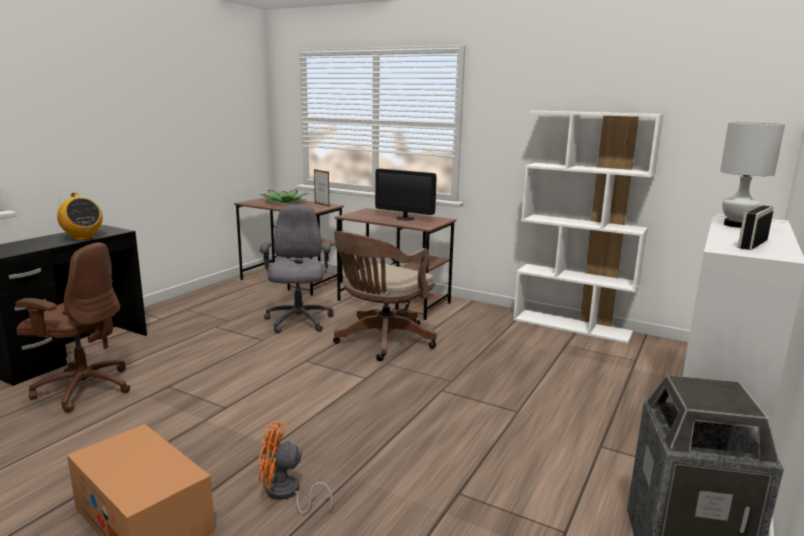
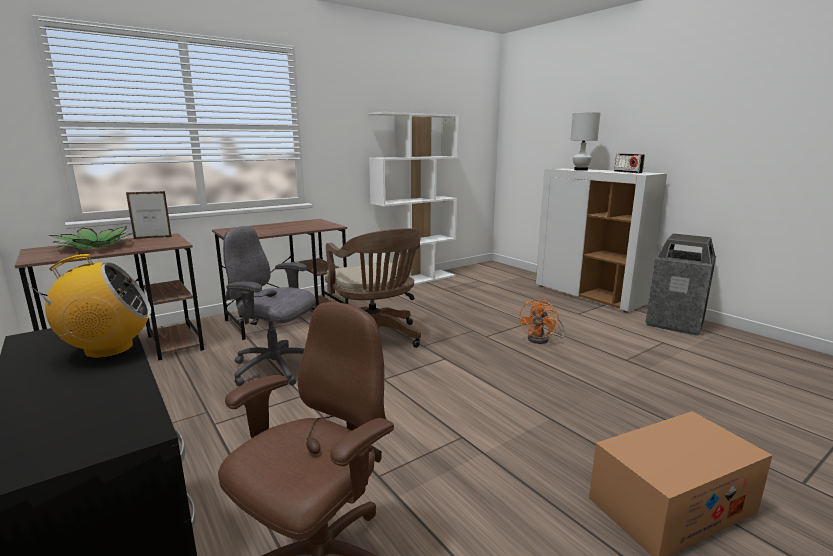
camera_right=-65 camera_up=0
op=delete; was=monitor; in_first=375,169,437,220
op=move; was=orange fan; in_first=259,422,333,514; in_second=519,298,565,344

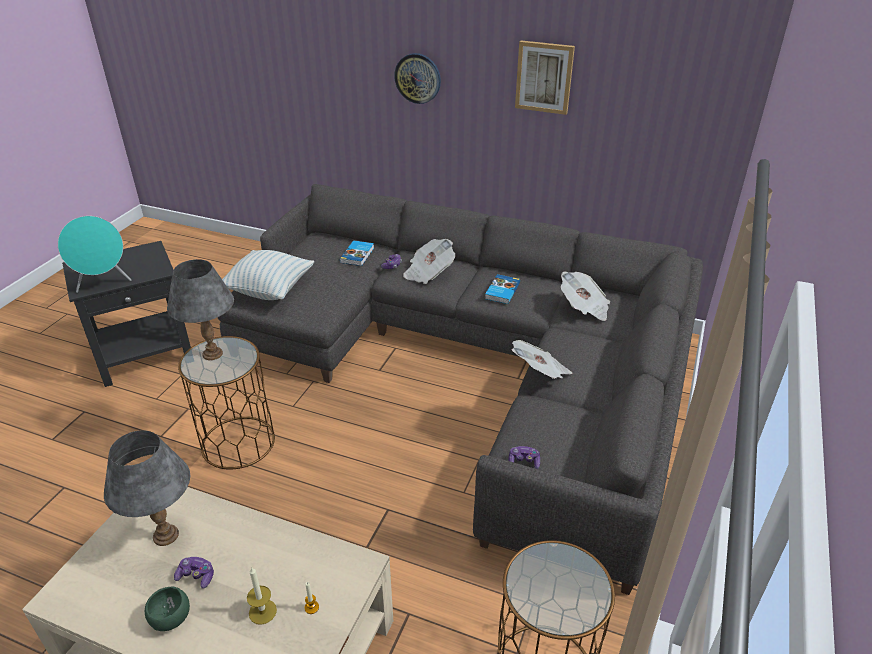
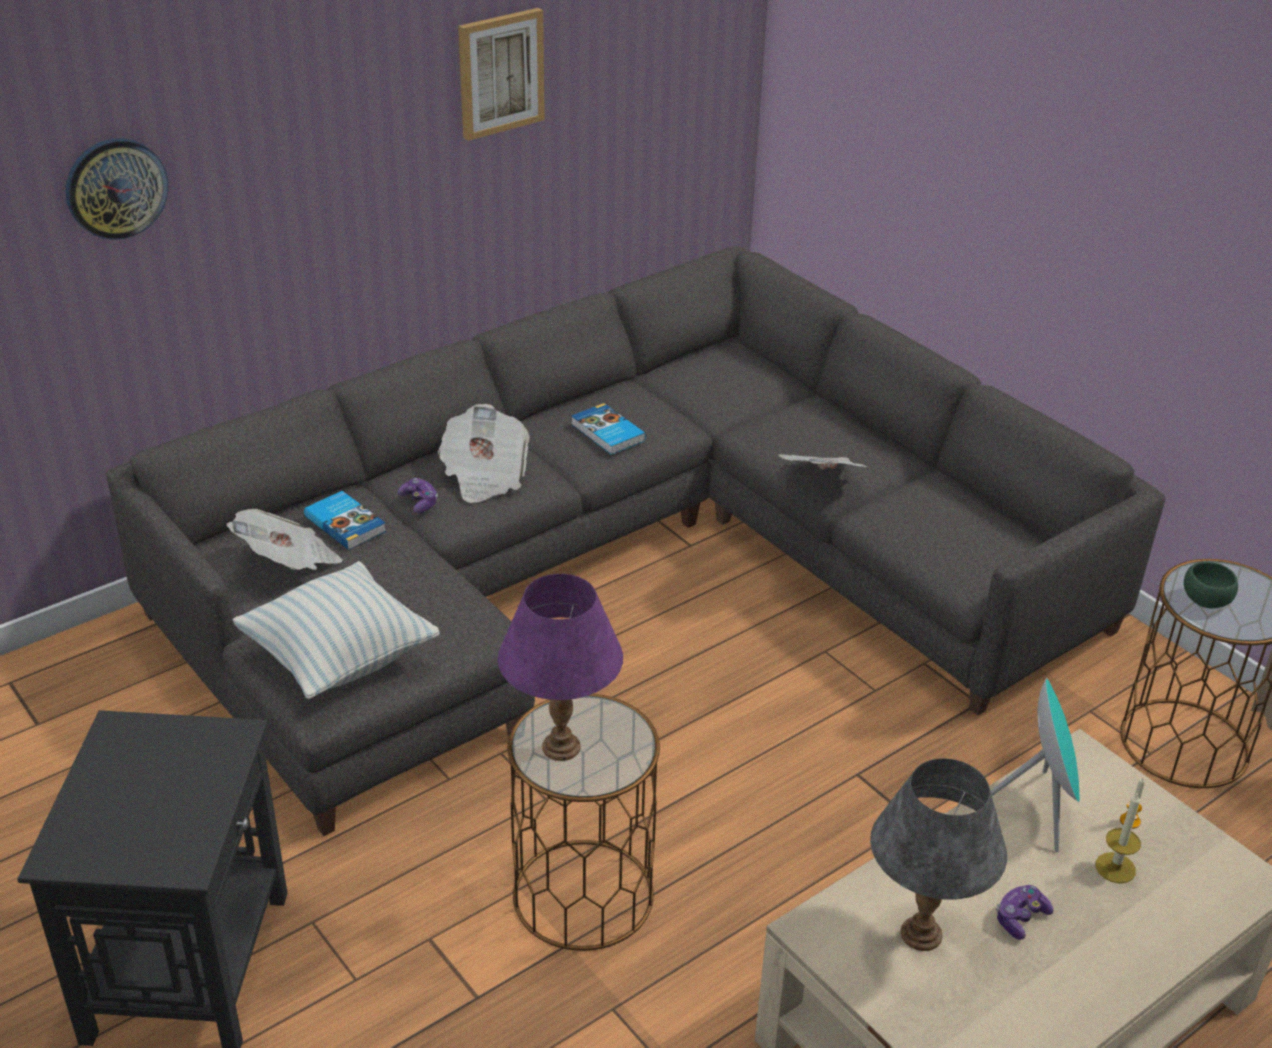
camera_right=-60 camera_up=0
op=delete; was=game controller; in_first=508,446,540,469
op=move; was=turquoise speaker; in_first=58,216,132,293; in_second=991,678,1080,852
op=move; was=green bowl; in_first=145,587,190,631; in_second=1184,562,1238,608
op=move; was=wall clock; in_first=394,53,441,104; in_second=65,138,169,240
op=move; was=newspaper; in_first=561,271,610,321; in_second=227,509,343,570
op=recolor; was=grey table lamp; now=purple table lamp; in_first=167,259,234,360; in_second=498,574,623,761

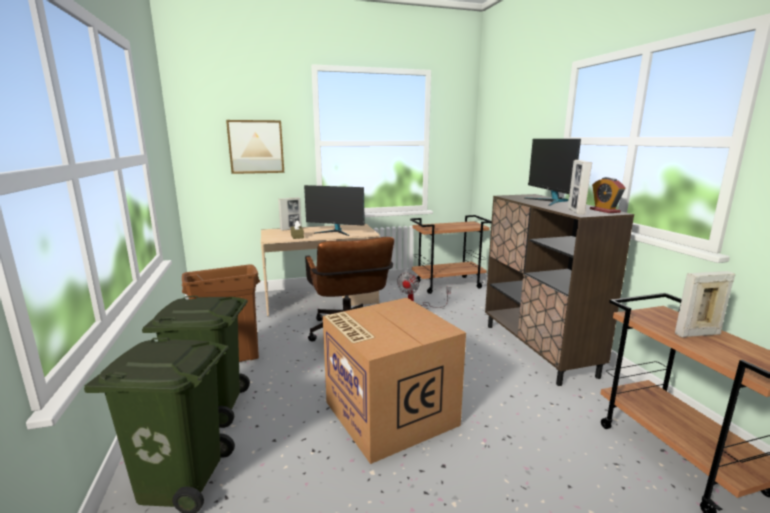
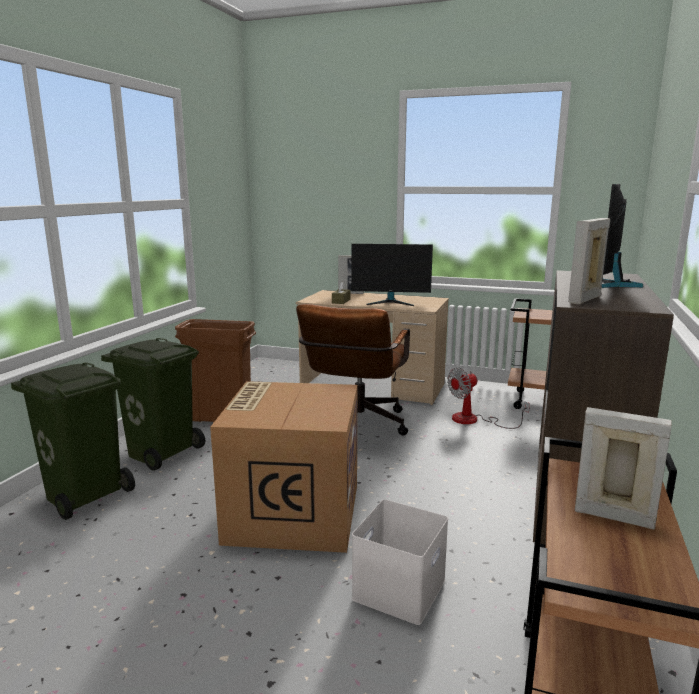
camera_right=35 camera_up=0
op=delete; was=picture; in_first=226,120,284,174
op=delete; was=alarm clock; in_first=590,177,625,213
op=insert; now=white storage box; in_second=352,499,448,625
op=rotate; was=monitor; in_first=304,185,365,236; in_second=351,244,433,306; clockwise=-45

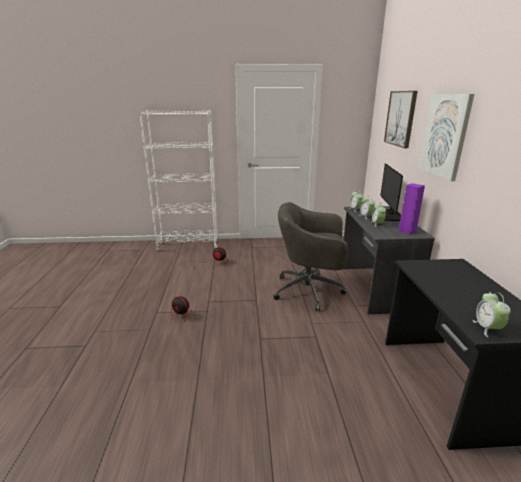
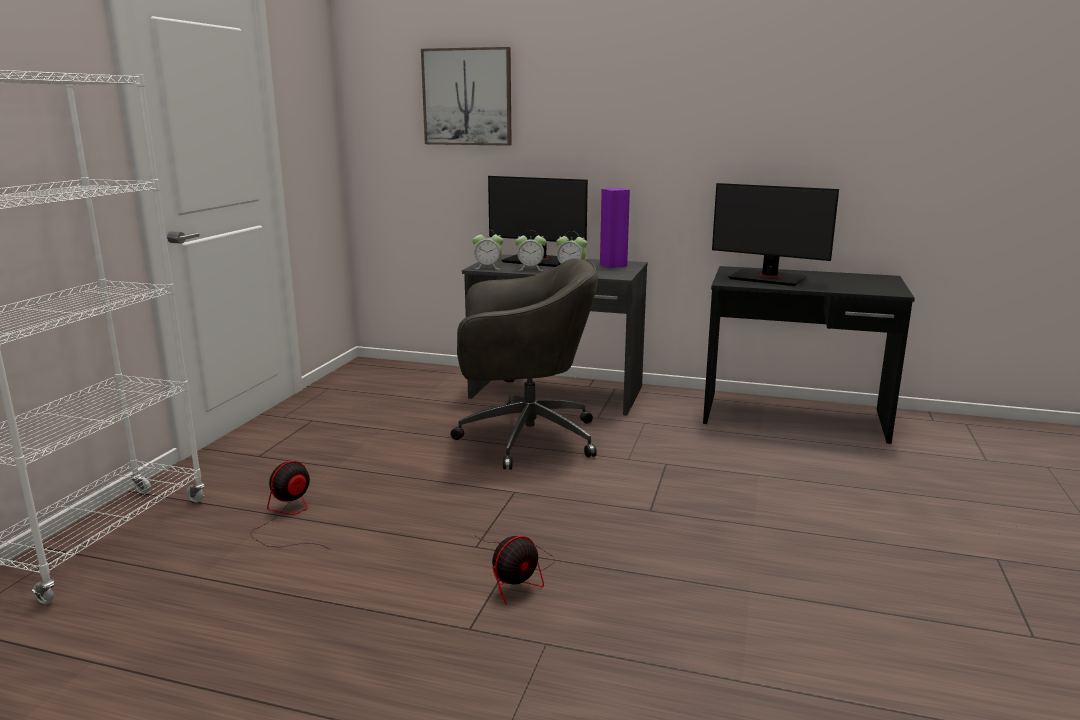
camera_right=-70 camera_up=-5
op=delete; was=picture; in_first=419,94,474,181
op=delete; was=alarm clock; in_first=472,292,511,337
op=insert; now=monitor; in_second=712,183,839,286
op=rotate; was=grey office chair; in_first=273,202,348,312; in_second=451,258,598,470; clockwise=-120

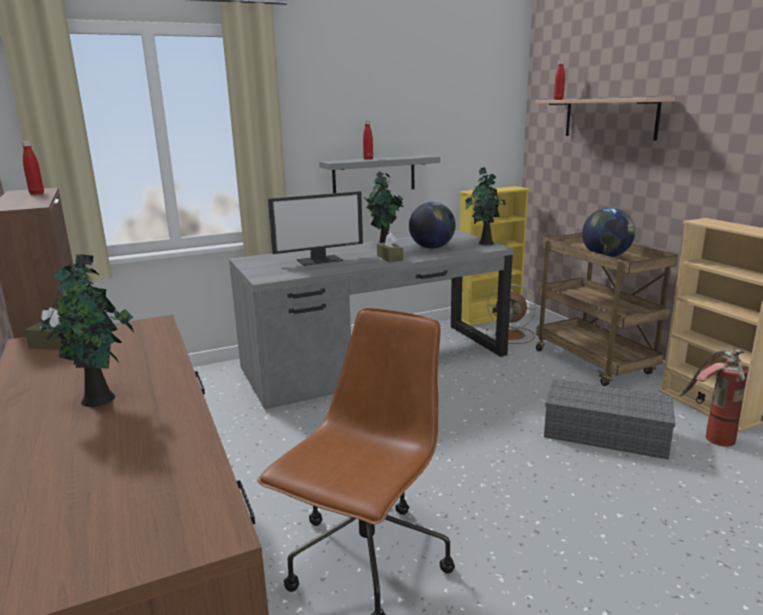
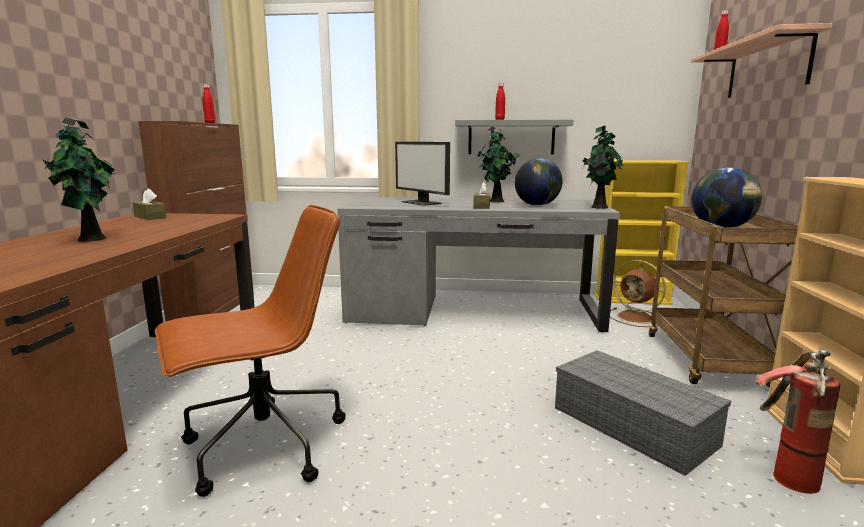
camera_right=30 camera_up=-5
op=rotate; was=monitor; in_first=268,191,363,266; in_second=395,142,450,206; clockwise=45

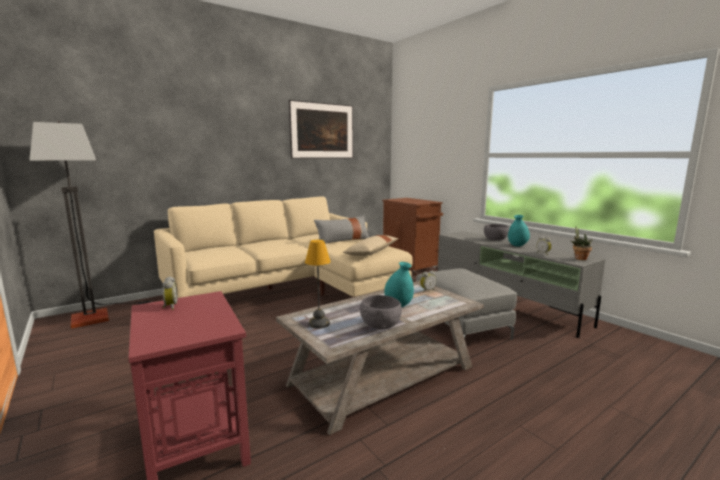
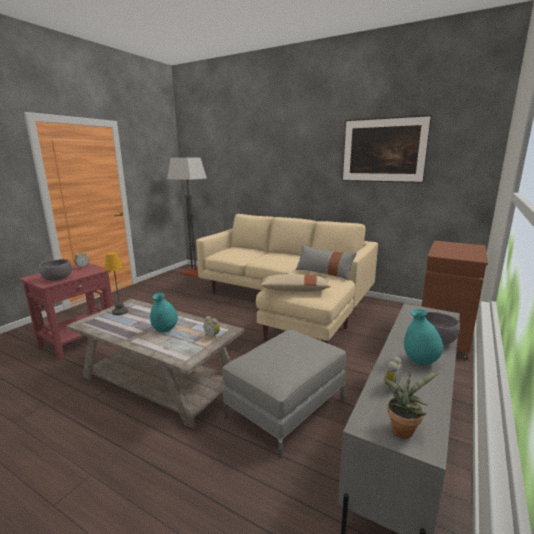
camera_right=65 camera_up=5
op=move; was=grey bowl; in_first=360,295,402,329; in_second=39,259,72,281

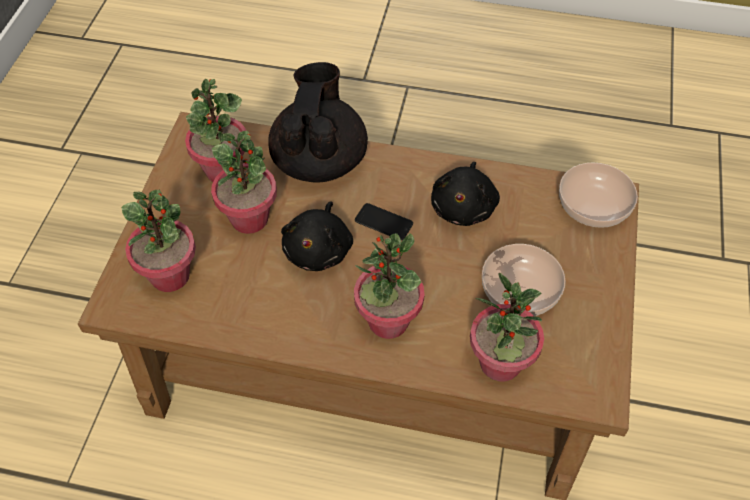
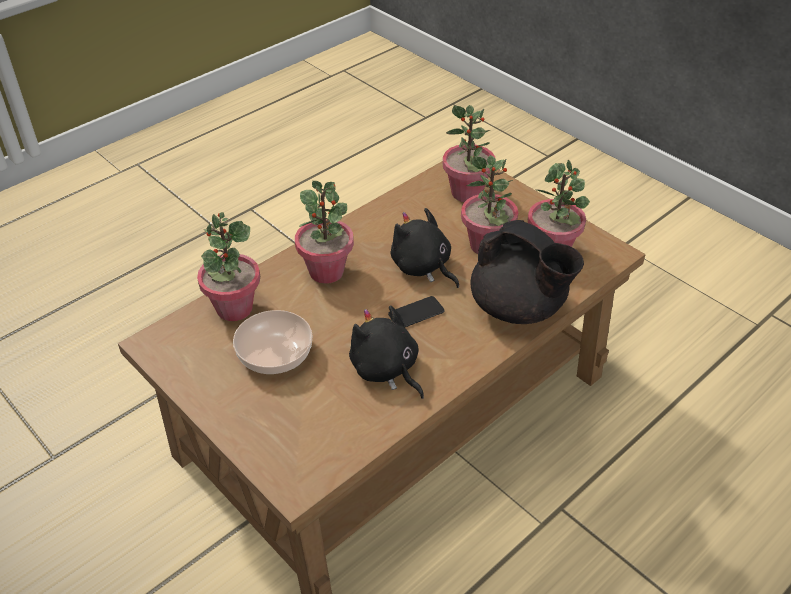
camera_right=125 camera_up=-10
op=delete; was=bowl; in_first=559,162,638,228

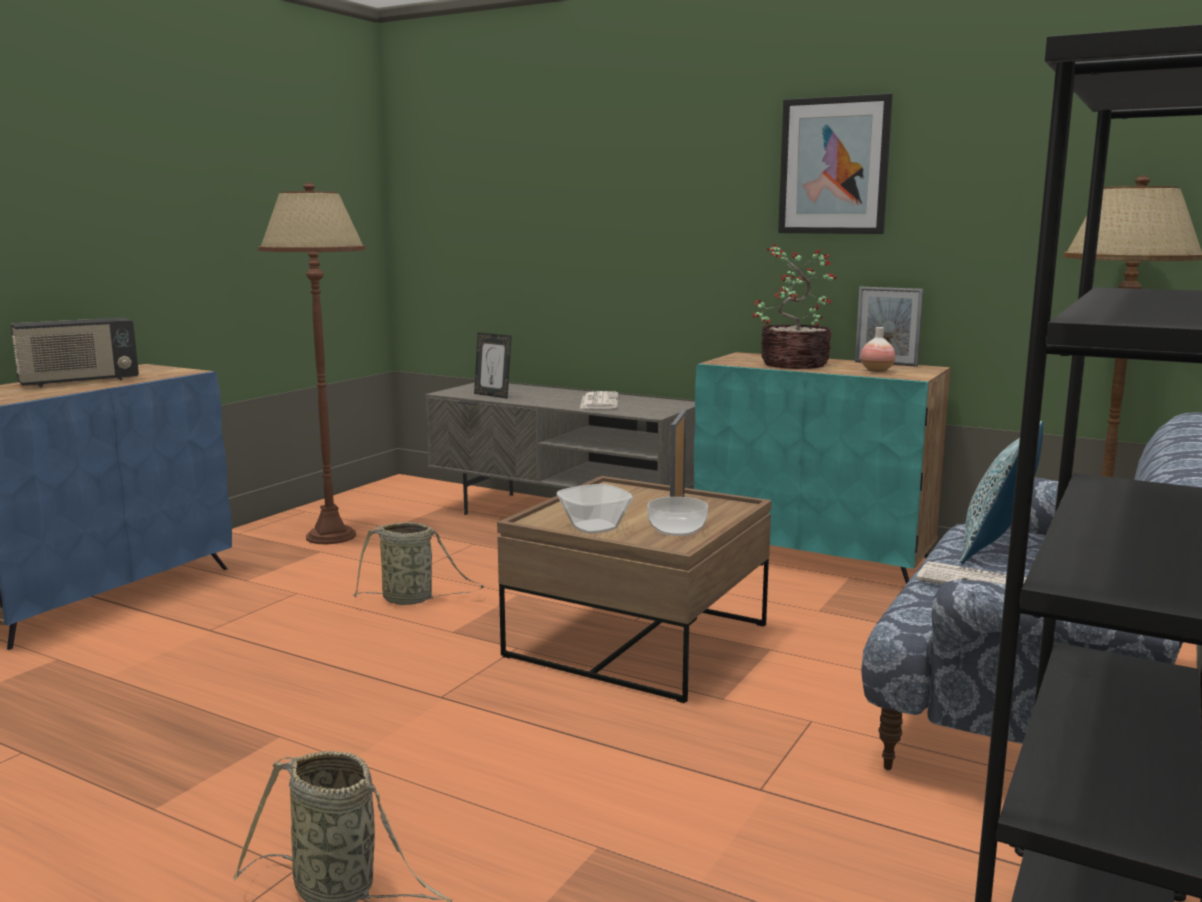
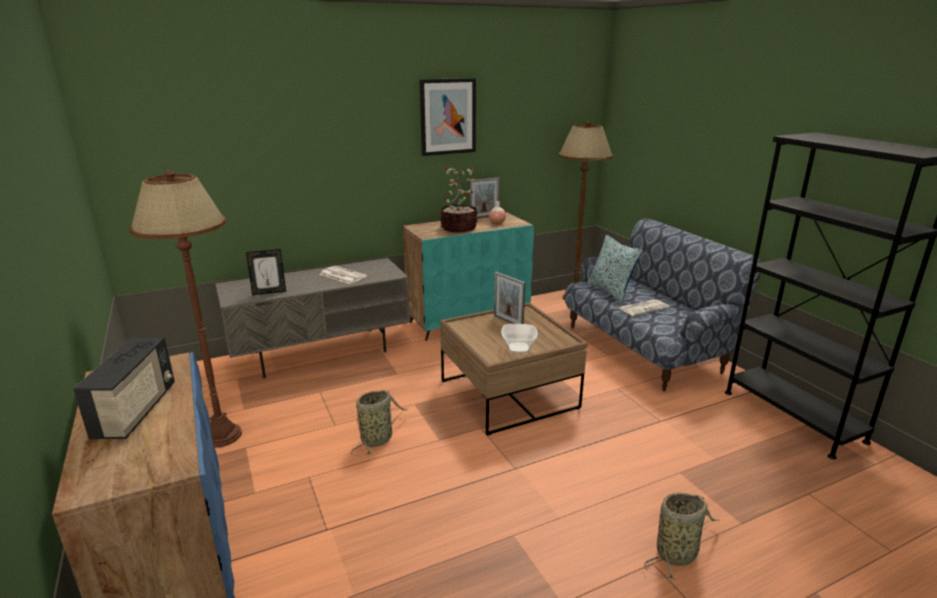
camera_right=-55 camera_up=10
op=delete; was=bowl; in_first=648,497,708,536

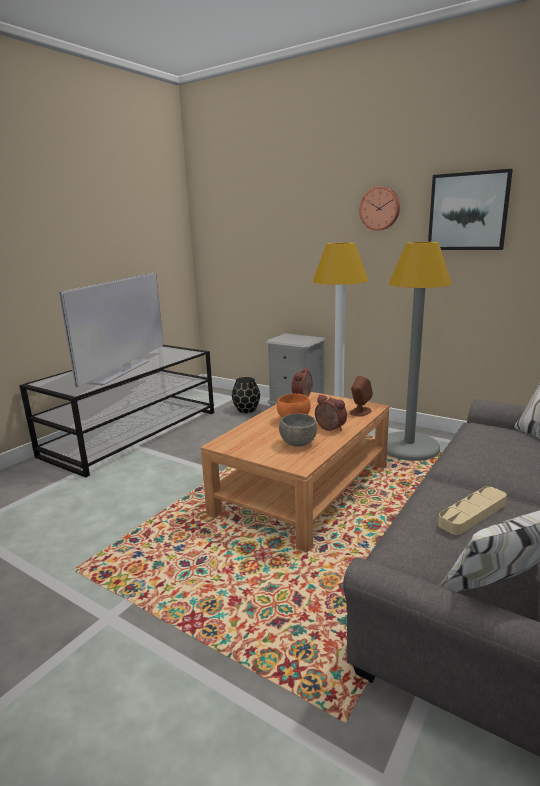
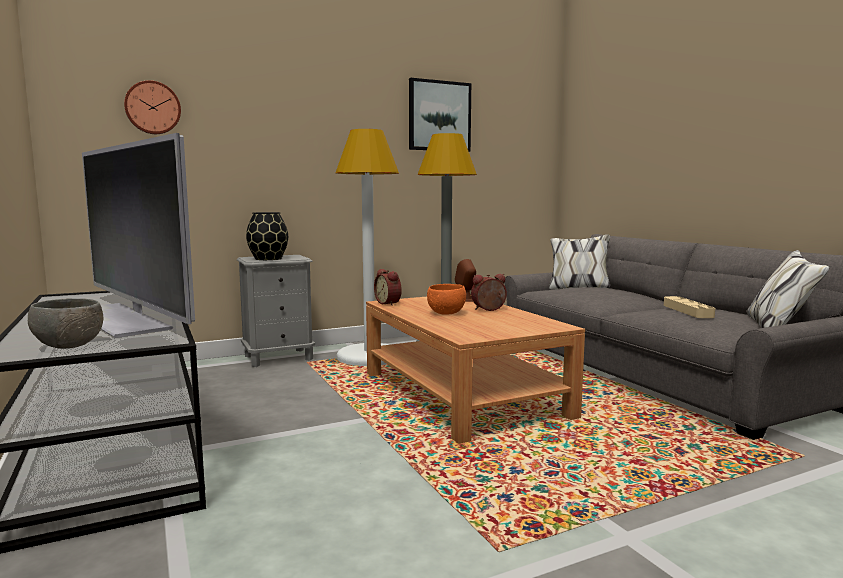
camera_right=-60 camera_up=-10
op=move; was=black vase; in_first=232,377,260,413; in_second=246,212,288,260
op=move; was=grey bowl; in_first=279,413,317,447; in_second=28,298,103,349
op=move; was=wall clock; in_first=359,186,400,230; in_second=124,80,181,134

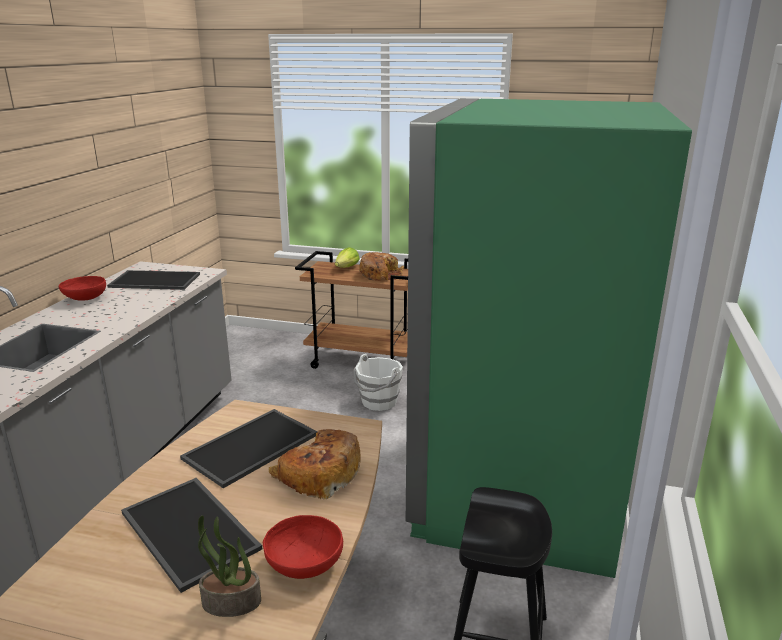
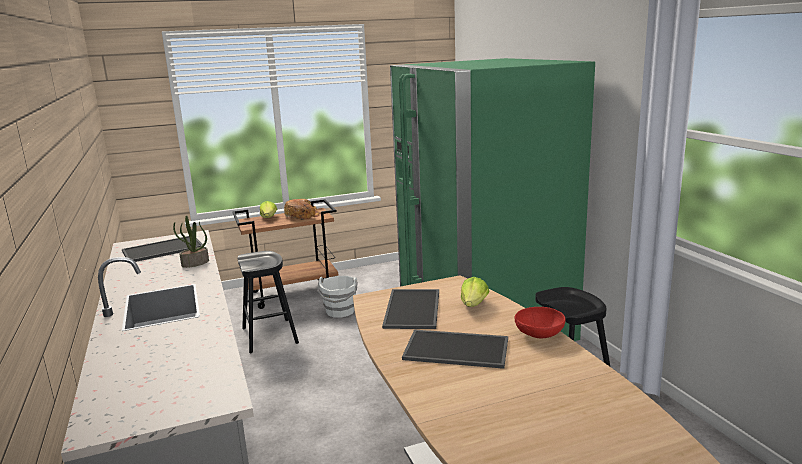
camera_right=-35 camera_up=-5
op=delete; was=red bowl; in_first=59,276,106,301
op=insert; now=black stool; in_second=238,251,299,353
op=move; was=potted plant; in_first=198,515,261,617; in_second=173,215,209,268
op=replace; was=bread; now=lettuce; in_first=269,429,361,499; in_second=461,277,489,307

